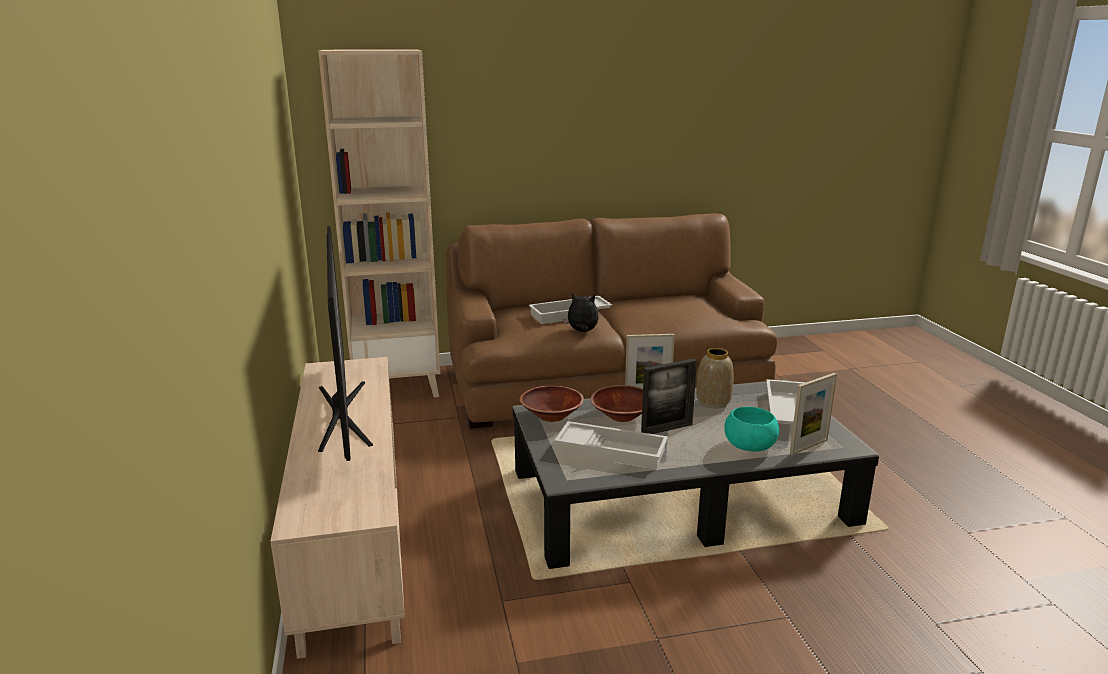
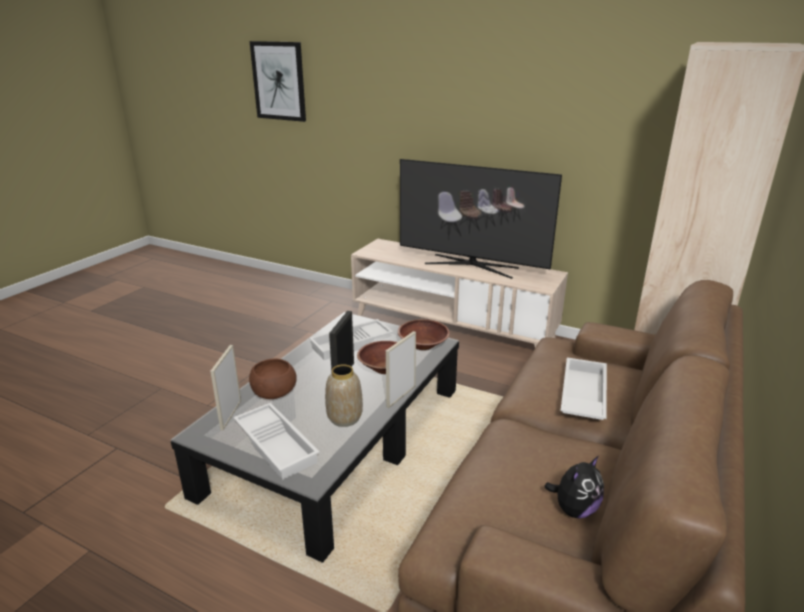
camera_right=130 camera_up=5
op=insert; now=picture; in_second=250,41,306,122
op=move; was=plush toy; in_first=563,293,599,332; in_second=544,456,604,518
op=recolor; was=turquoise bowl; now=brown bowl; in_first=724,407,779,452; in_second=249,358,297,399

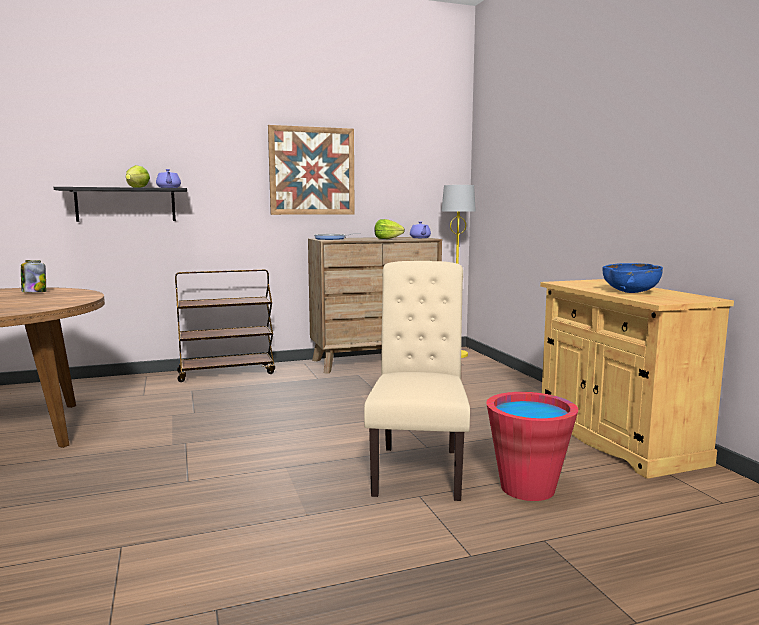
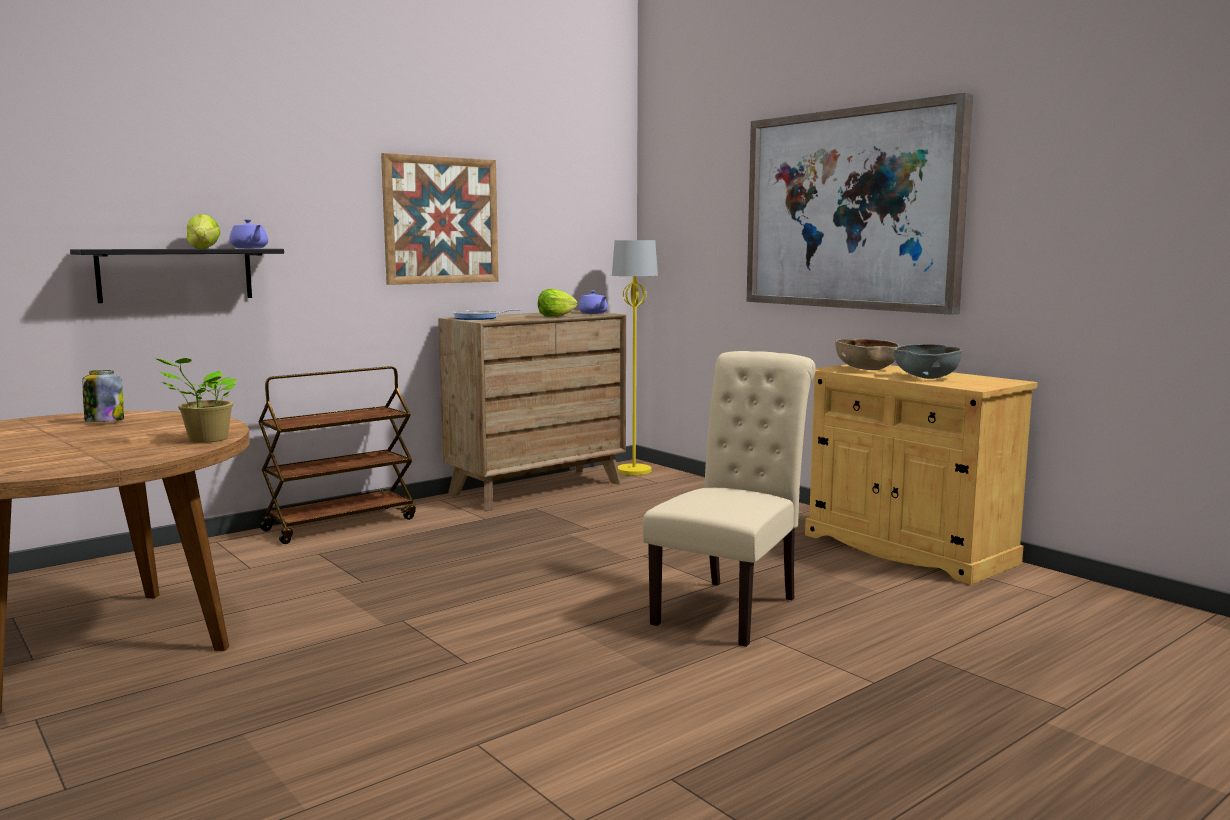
camera_right=-20 camera_up=0
op=delete; was=red bucket; in_first=486,392,578,501
op=insert; now=potted plant; in_second=155,358,237,443
op=insert; now=picture; in_second=747,93,973,315
op=insert; now=brown bowl; in_second=835,339,899,370
op=recolor; was=blue bowl; now=grey bowl; in_first=602,263,663,293; in_second=894,344,962,379
op=rotate; was=beige chair; in_first=364,261,470,501; in_second=643,351,816,647; clockwise=45

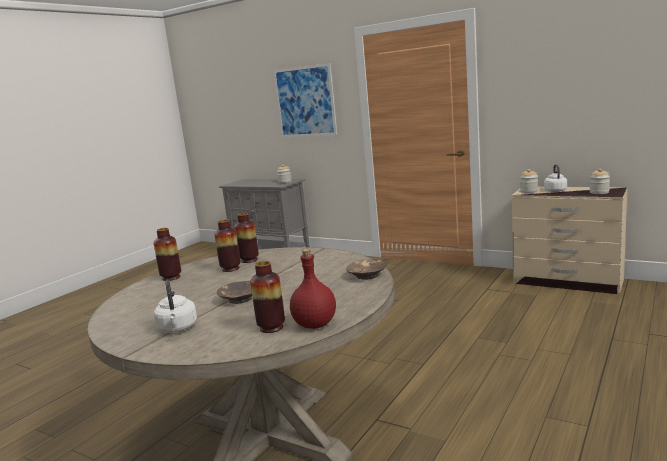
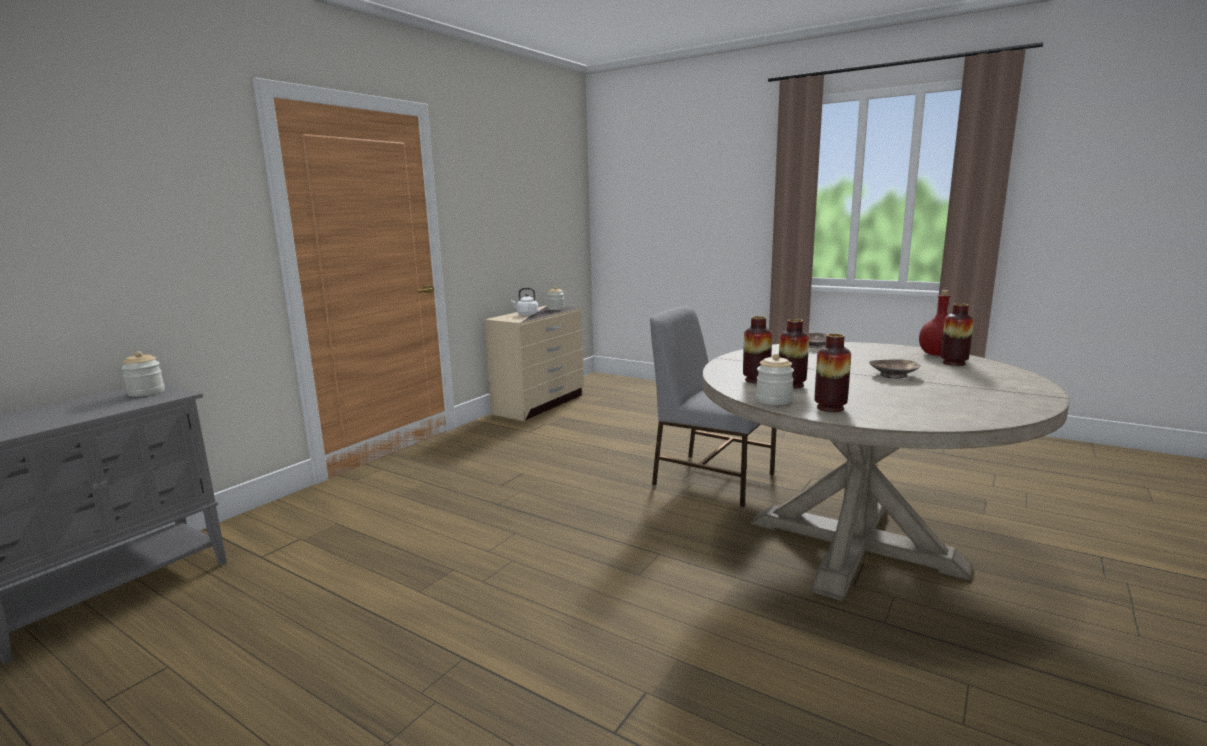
camera_right=-90 camera_up=0
op=delete; was=white kettle; in_first=154,280,197,333
op=delete; was=picture; in_first=273,63,337,138
op=insert; now=grey chair; in_second=650,306,776,507
op=move; was=jar; in_first=520,169,538,193; in_second=756,353,794,405

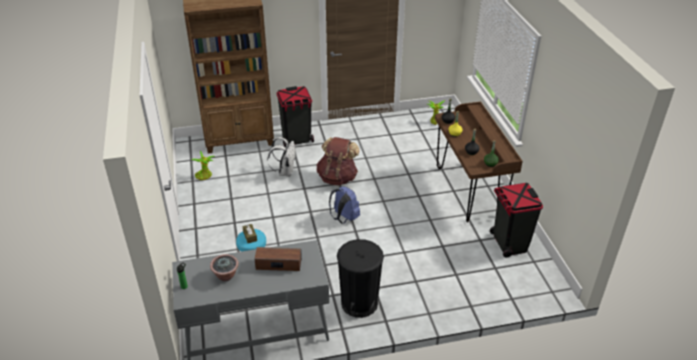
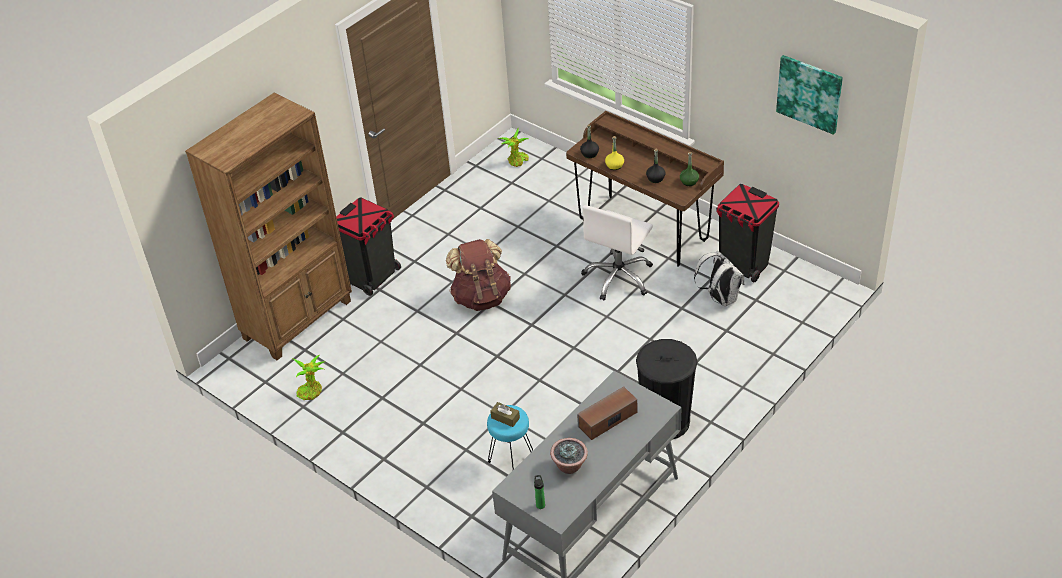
camera_right=-35 camera_up=5
op=delete; was=blue backpack; in_first=329,186,360,224
op=insert; now=white office chair; in_second=581,205,653,300
op=insert; now=picture; in_second=776,55,843,135
op=move; was=white backpack; in_first=267,137,295,177; in_second=694,251,744,307

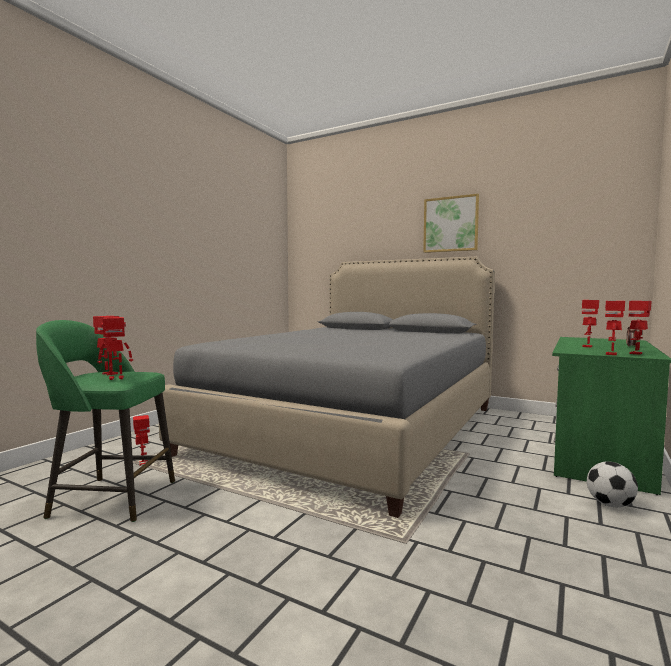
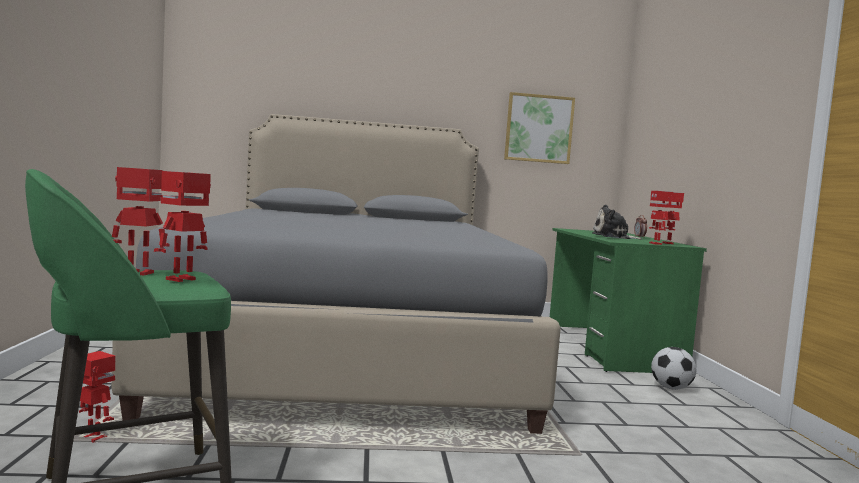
camera_right=-35 camera_up=0
op=move; was=picture; in_first=423,194,479,253; in_second=504,92,575,164
op=replace; was=toy robot; now=plush toy; in_first=582,300,599,347; in_second=592,205,642,239

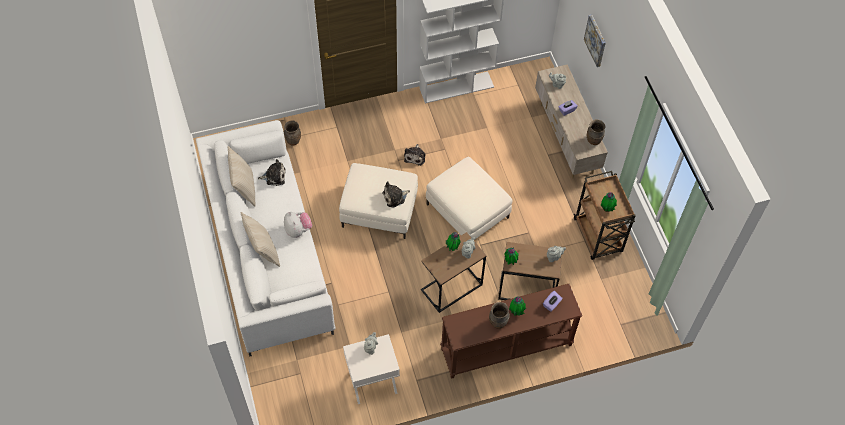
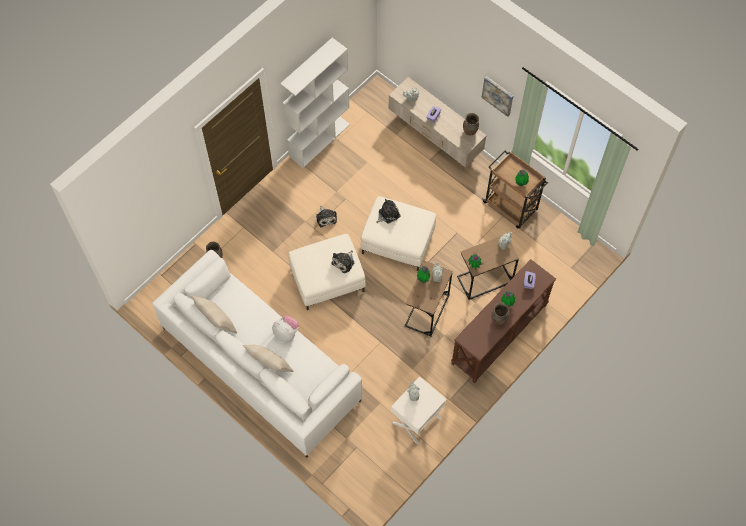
camera_right=-30 camera_up=5
op=move; was=plush toy; in_first=258,159,286,186; in_second=377,199,401,223
op=move; was=picture; in_first=584,15,606,67; in_second=482,76,513,117

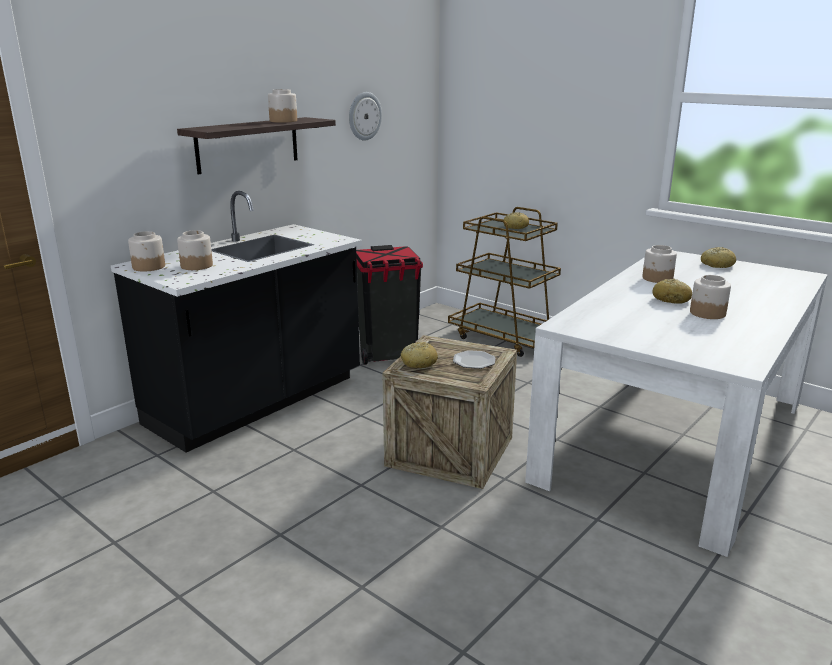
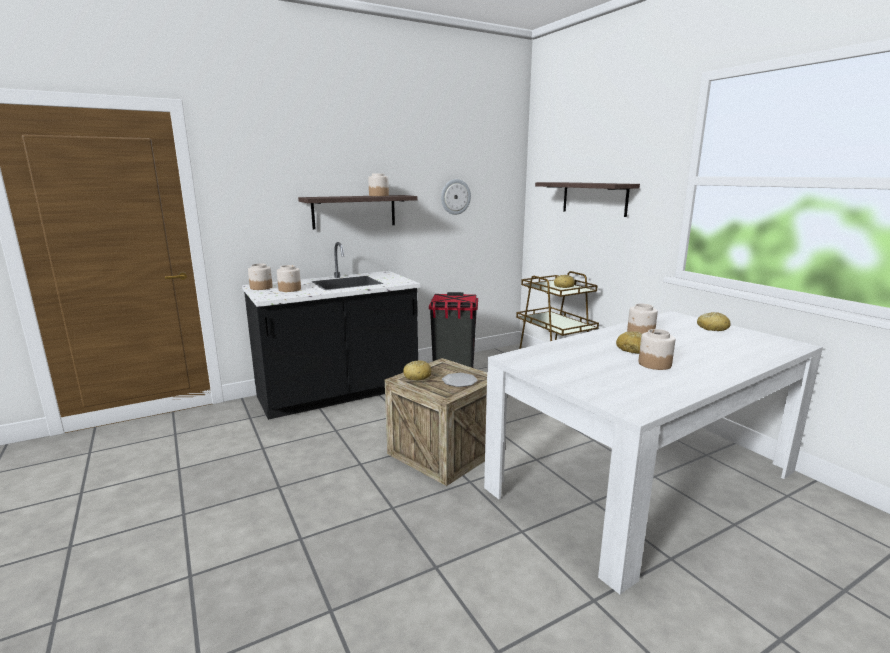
camera_right=20 camera_up=-5
op=insert; now=shelf; in_second=535,182,640,217

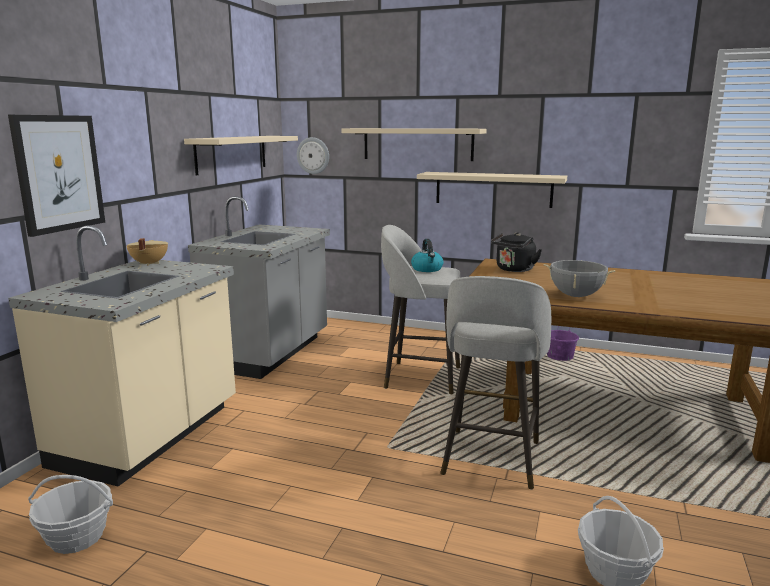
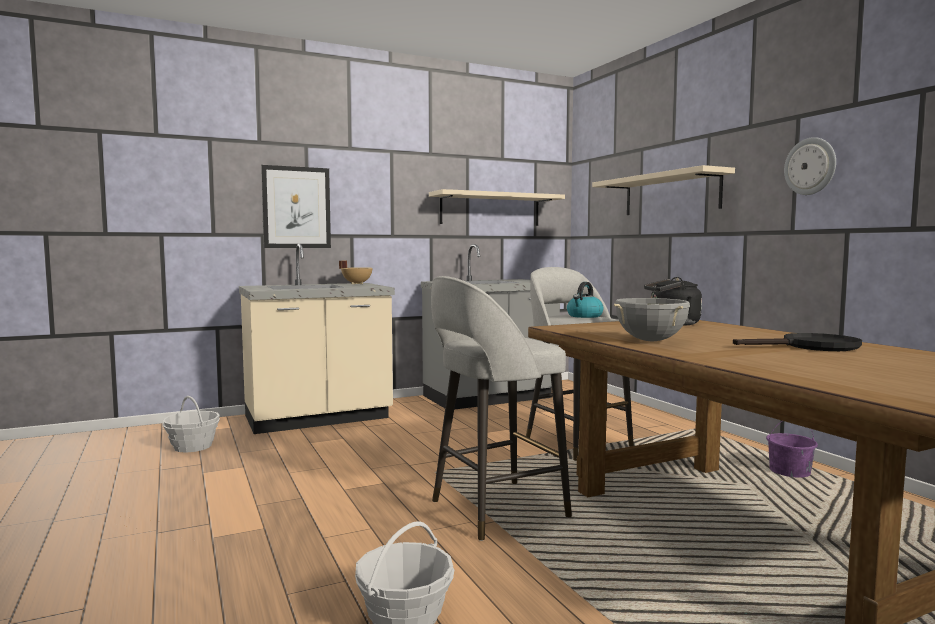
camera_right=45 camera_up=-10
op=delete; was=beige shelf; in_first=417,172,567,208
op=insert; now=black frying pan; in_second=733,333,862,351
op=move; was=wall clock; in_first=297,137,329,174; in_second=784,137,836,195

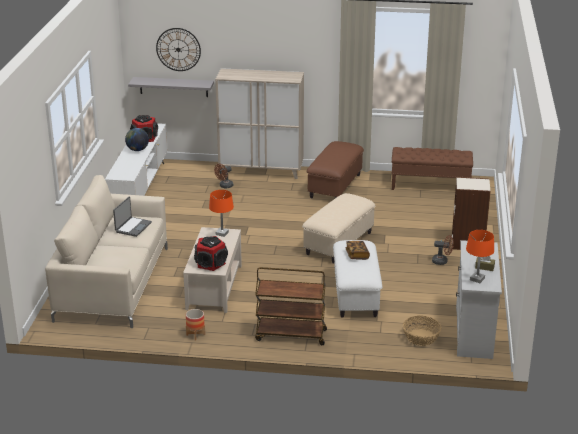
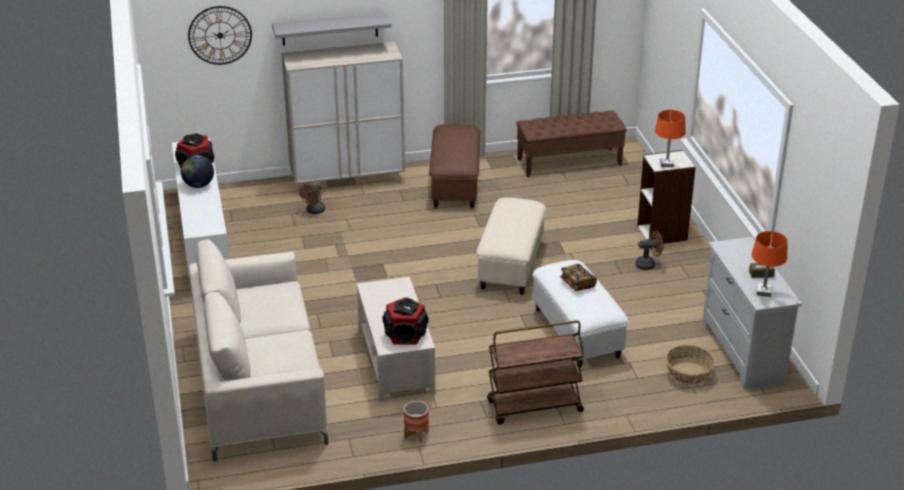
camera_right=-20 camera_up=5
op=delete; was=laptop; in_first=113,197,152,237
op=move; was=grey shelf; in_first=128,77,214,97; in_second=272,13,392,46
op=move; was=orange table lamp; in_first=209,190,234,237; in_second=655,110,685,168

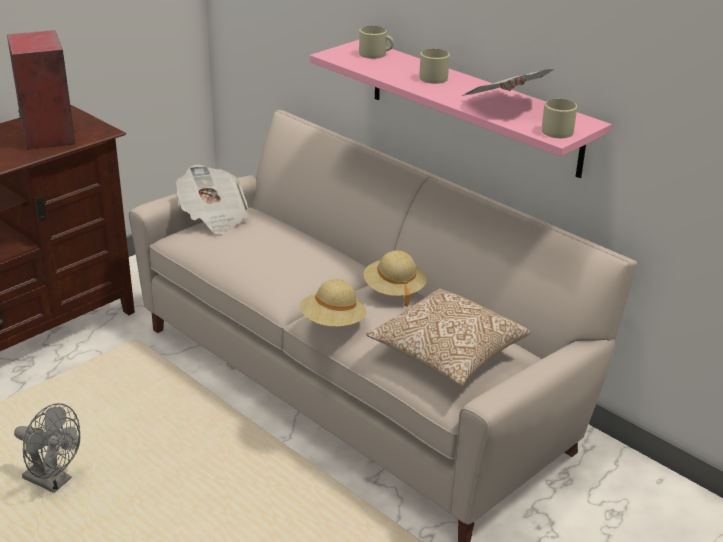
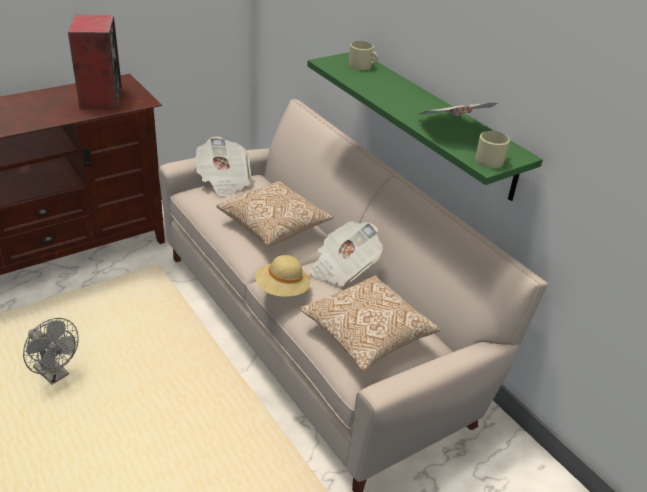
camera_right=10 camera_up=5
op=delete; was=beige mug; in_first=419,49,450,84
op=insert; now=pillow; in_second=216,181,333,247
op=replace; was=beige hat; now=newspaper; in_first=364,250,427,307; in_second=309,221,383,286
op=recolor; was=pink shelf; now=green shelf; in_first=310,40,612,178; in_second=307,52,543,201

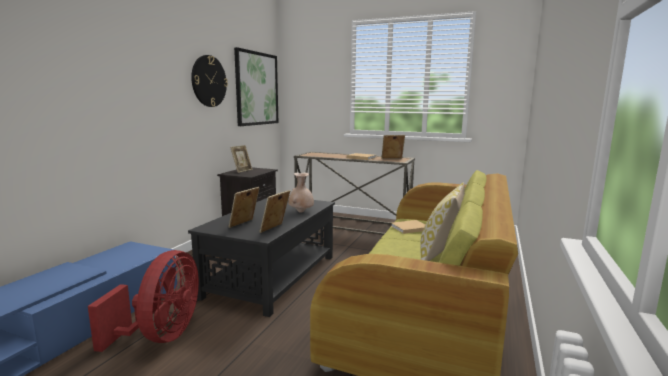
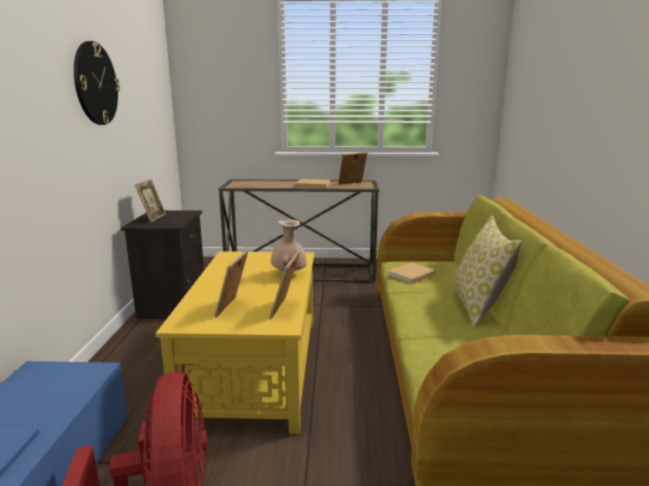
camera_right=-20 camera_up=5
op=delete; was=picture; in_first=234,47,278,126
op=recolor; was=black coffee table; now=yellow coffee table; in_first=188,198,335,317; in_second=156,251,314,434

